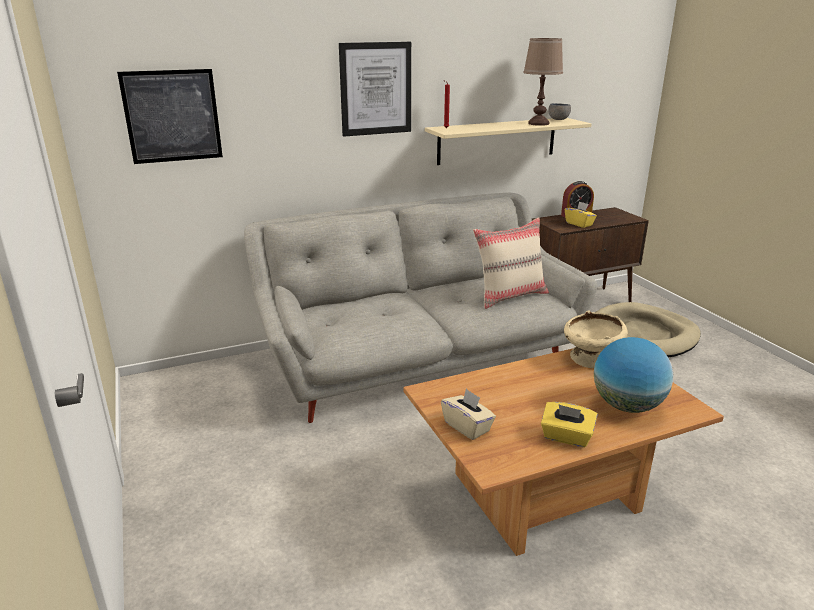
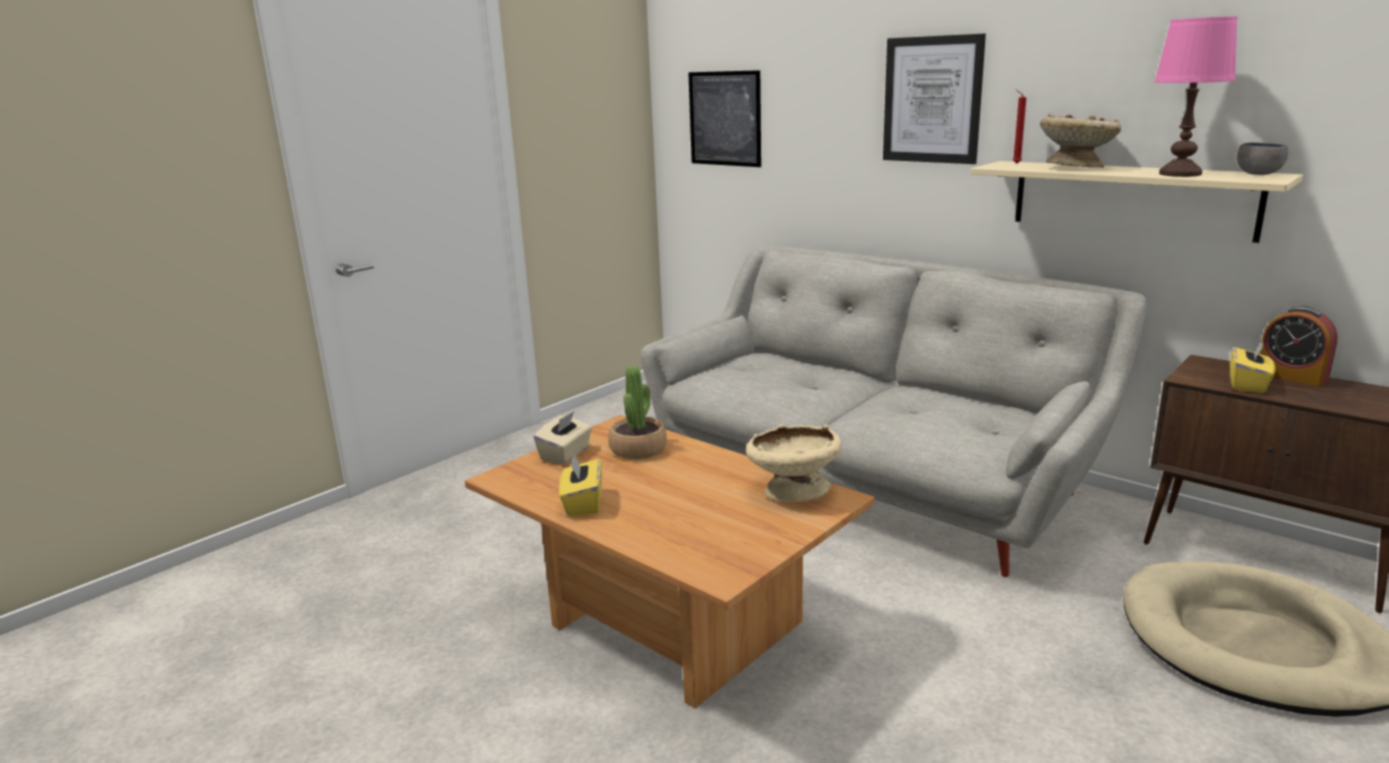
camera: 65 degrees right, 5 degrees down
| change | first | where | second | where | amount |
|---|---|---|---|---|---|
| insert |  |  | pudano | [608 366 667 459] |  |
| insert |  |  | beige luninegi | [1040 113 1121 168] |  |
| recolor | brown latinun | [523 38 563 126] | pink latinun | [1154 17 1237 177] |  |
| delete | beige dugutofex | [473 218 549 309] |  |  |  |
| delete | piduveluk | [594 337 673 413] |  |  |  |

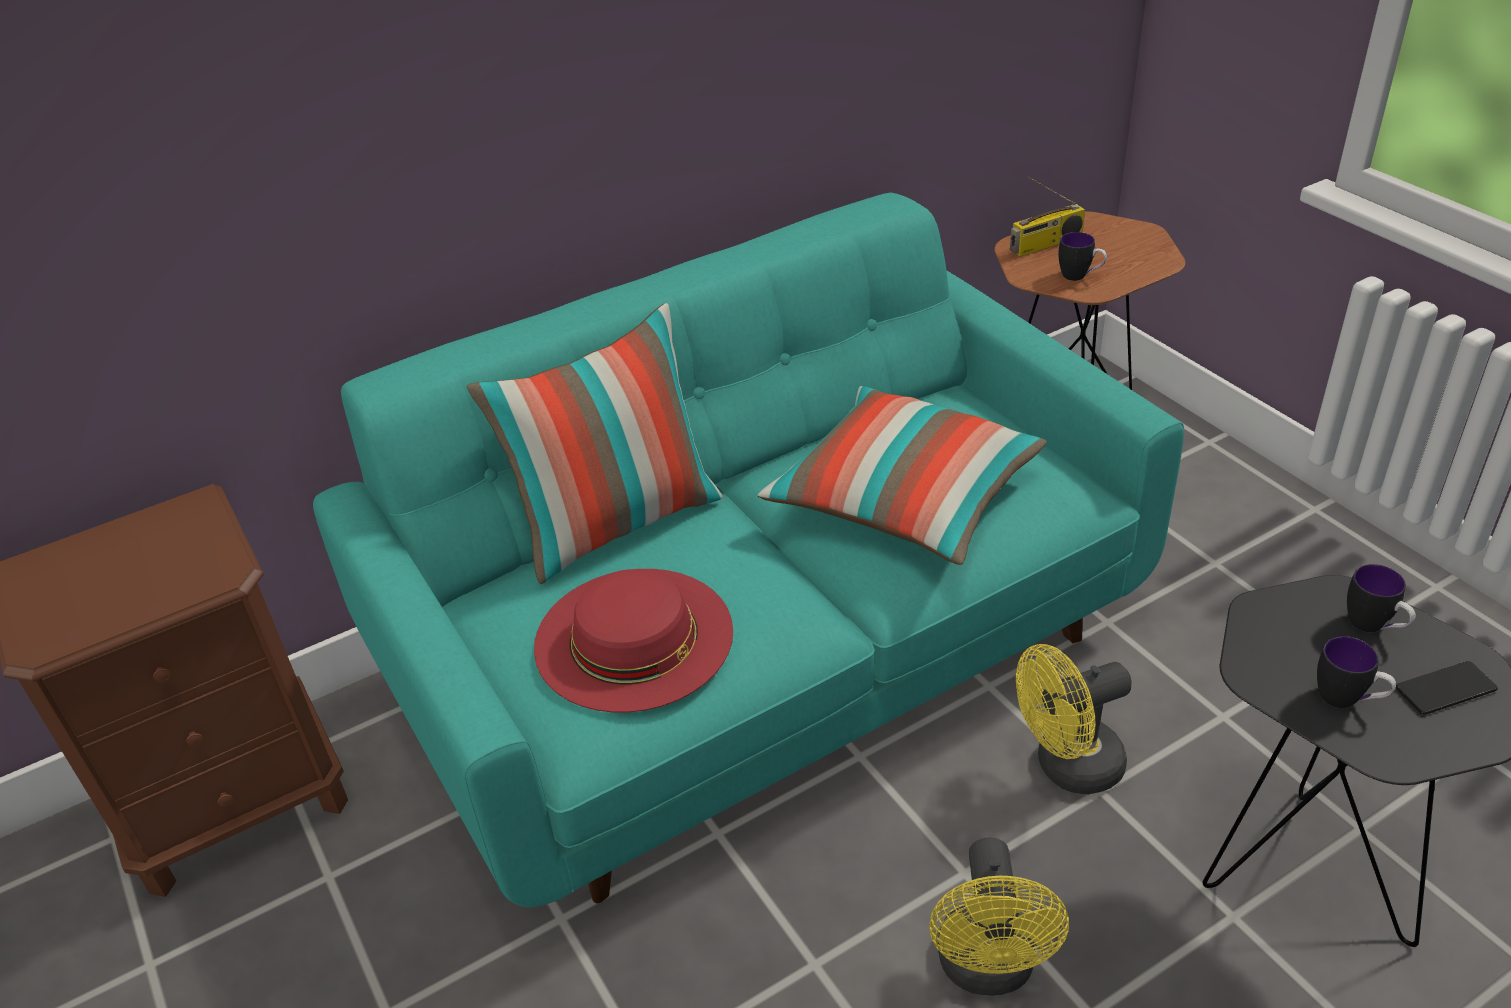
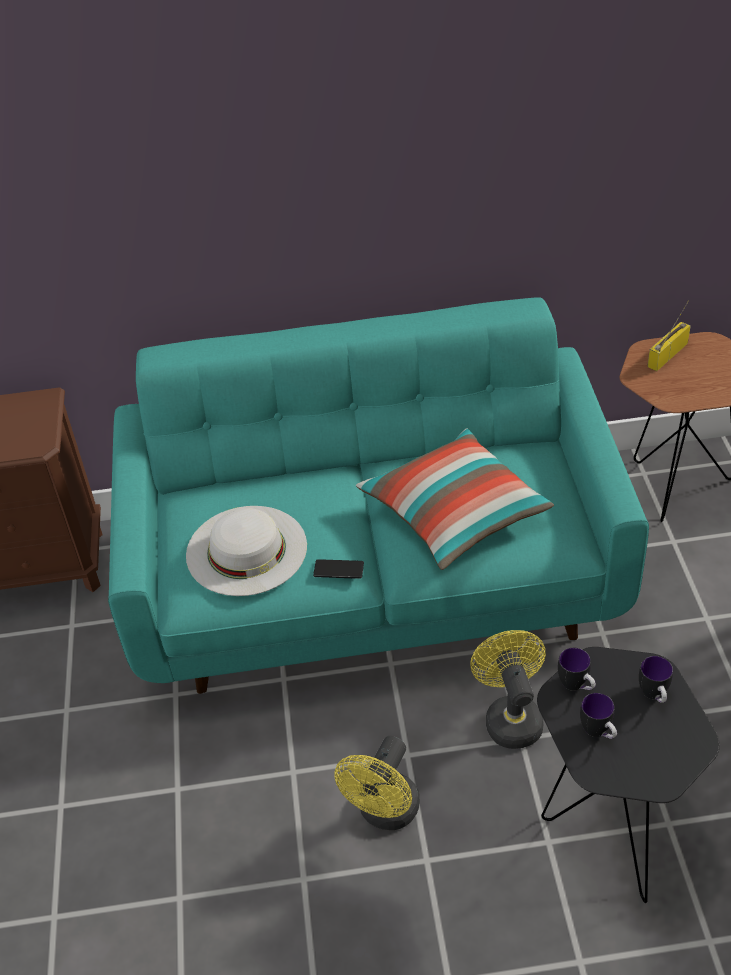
camera: 25 degrees right, 5 degrees up
| change | first | where | second | where | amount |
|---|---|---|---|---|---|
| recolor | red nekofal | [534 569 733 713] | white nekofal | [186 506 307 596] |  |
| move | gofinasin | [1396 661 1498 715] |  | [313 559 364 579] |  |
| rotate | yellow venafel | [1016 644 1132 794] |  | [470 630 546 749] | 75 degrees clockwise |
| move | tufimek | [1059 232 1107 281] |  | [558 648 596 691] |  |
| rotate | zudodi | [1010 176 1085 257] |  | [647 300 690 371] | 135 degrees clockwise |
| delete | dugutofex | [467 303 723 584] |  |  |  |

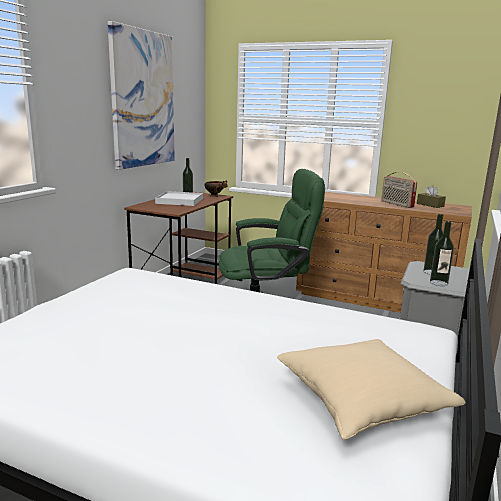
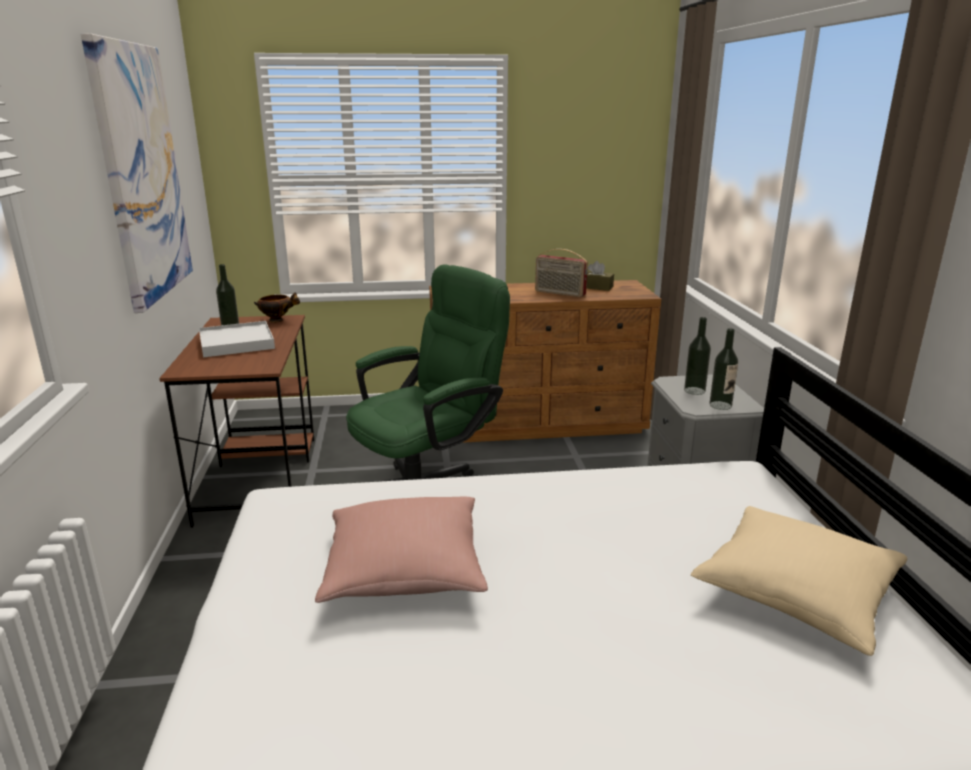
camera: 30 degrees left, 5 degrees up
| change | first | where | second | where | amount |
|---|---|---|---|---|---|
| insert |  |  | pink dugutofex | [315 497 488 603] |  |

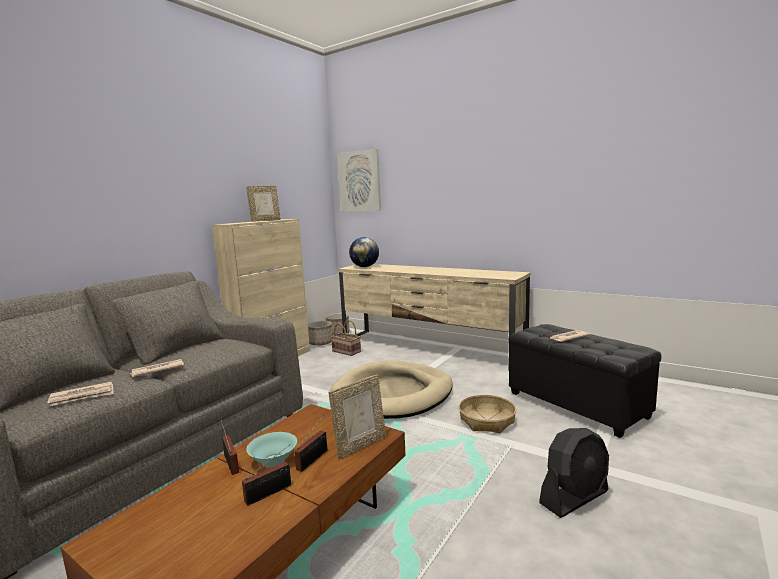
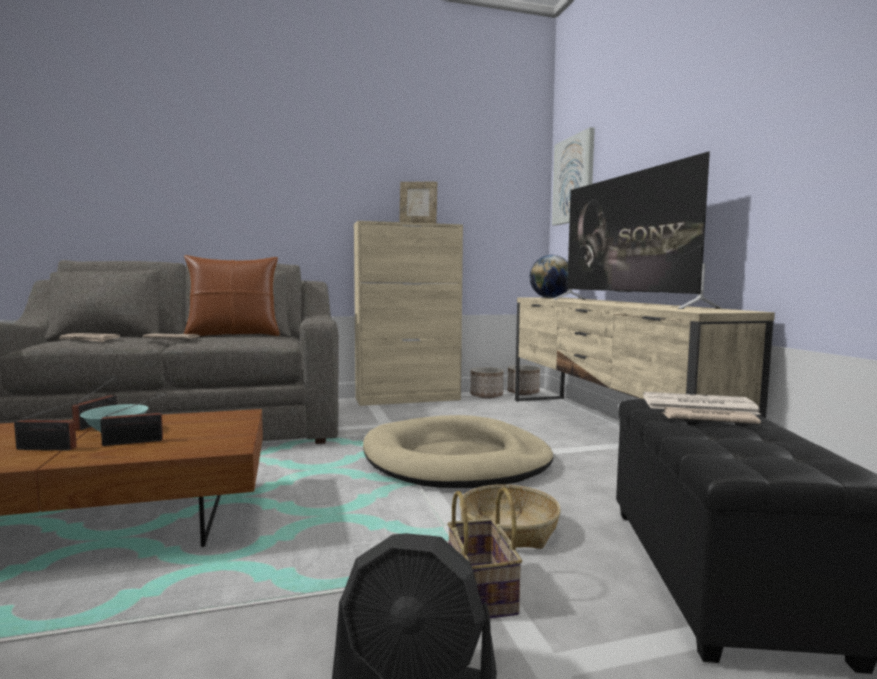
camera: 40 degrees right, 5 degrees down
| change | first | where | second | where | amount |
|---|---|---|---|---|---|
| insert |  |  | brown dugutofex | [184 255 280 336] |  |
| move | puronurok | [331 320 361 356] |  | [447 487 522 618] |  |
| insert |  |  | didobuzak | [554 151 722 309] |  |
| insert |  |  | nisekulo | [643 392 761 415] |  |
| delete | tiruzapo | [329 375 386 459] |  |  |  |

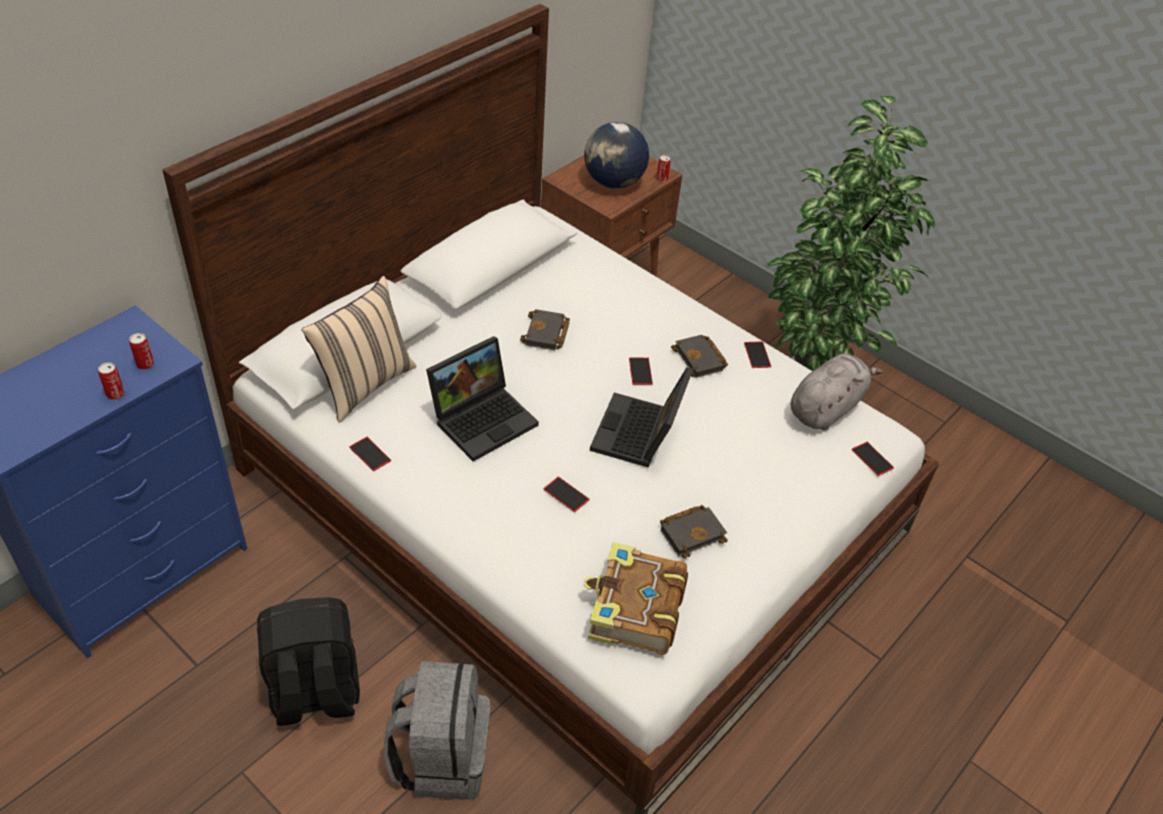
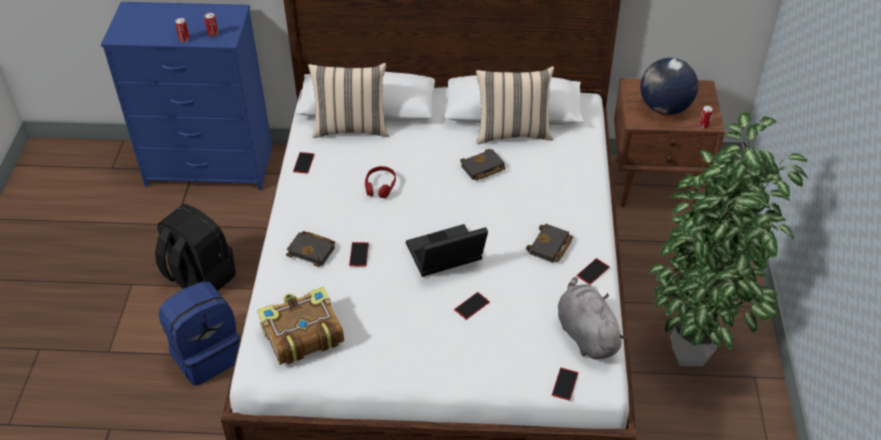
camera: 55 degrees right, 0 degrees up
| change | first | where | second | where | amount |
|---|---|---|---|---|---|
| recolor | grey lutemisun | [383 661 490 800] | blue lutemisun | [159 282 240 386] |  |
| move | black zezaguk | [660 505 728 558] |  | [286 231 335 267] |  |
| replace | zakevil | [426 336 539 462] | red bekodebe | [364 166 396 198] |  |
| move | gofinasin | [629 358 653 385] |  | [454 292 490 320] |  |
| insert |  |  | beige dugutofex | [476 66 554 144] |  |
| rotate | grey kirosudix | [791 353 883 430] |  | [558 277 628 360] | 120 degrees counterclockwise |

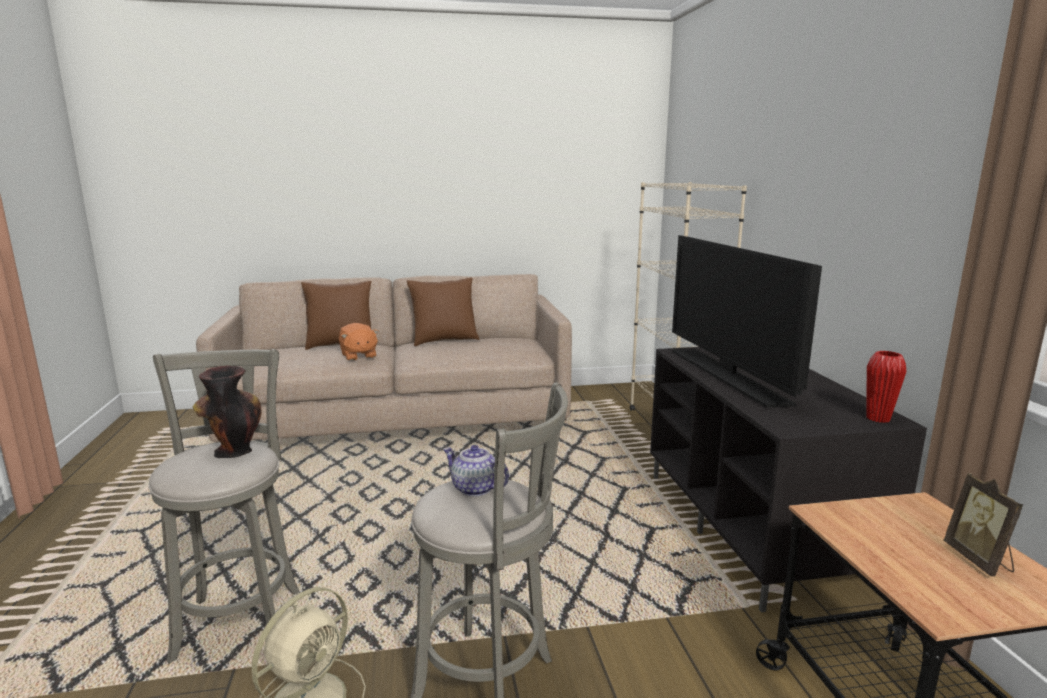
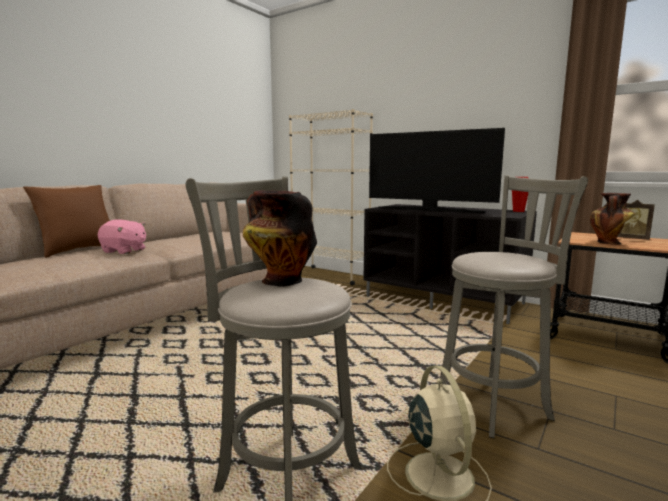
camera: 45 degrees left, 5 degrees down
| change | first | where | second | where | amount |
|---|---|---|---|---|---|
| recolor | orange kirosudix | [339 323 379 361] | pink kirosudix | [98 219 146 254] |  |
| insert |  |  | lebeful | [590 193 636 245] |  |
| delete | brown dugutofex | [407 278 479 346] |  |  |  |
| delete | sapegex | [443 445 509 497] |  |  |  |

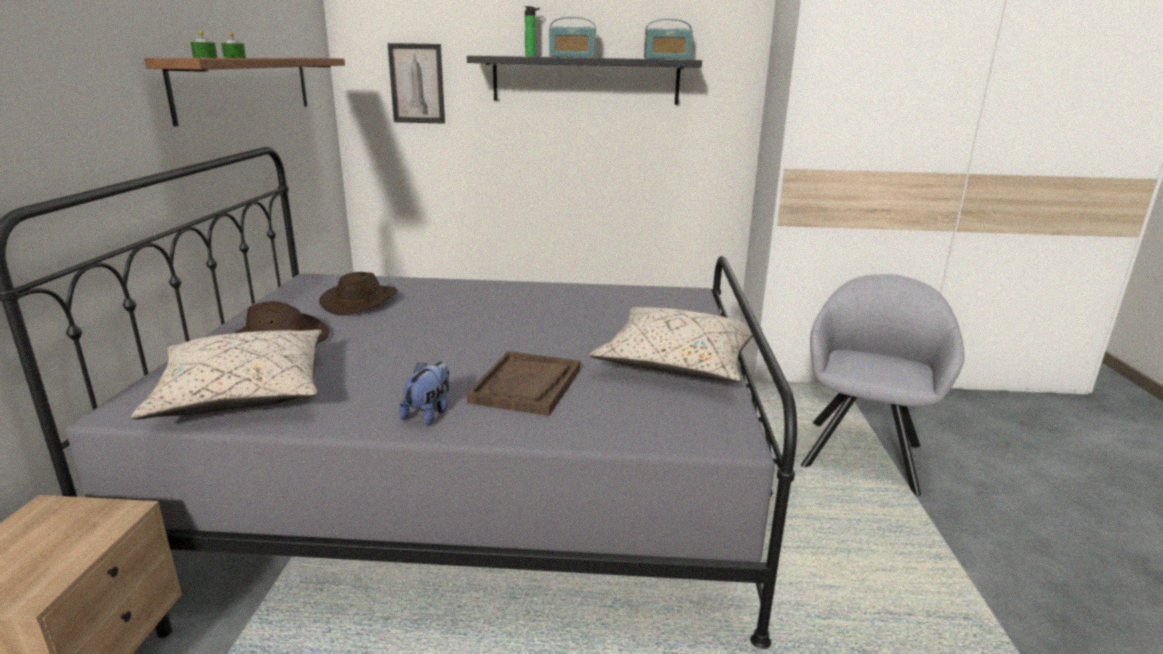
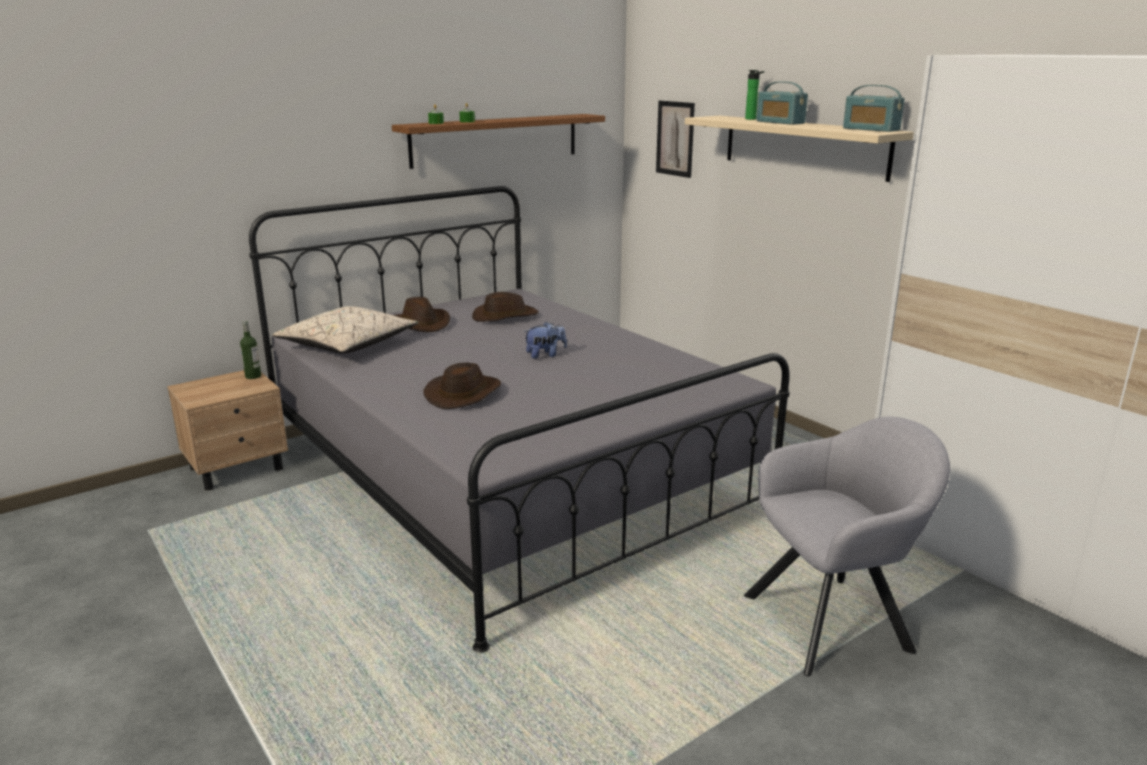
camera: 50 degrees right, 0 degrees up
| change | first | where | second | where | amount |
|---|---|---|---|---|---|
| insert |  |  | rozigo | [240 320 261 379] |  |
| replace | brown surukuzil | [466 351 581 416] | brown nekofal | [423 362 501 409] |  |
| move | kirosudix | [399 362 449 426] |  | [523 321 567 359] |  |
| recolor | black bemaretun | [467 56 702 105] | beige bemaretun | [685 116 914 182] |  |
| delete | beige dugutofex | [589 307 762 382] |  |  |  |

